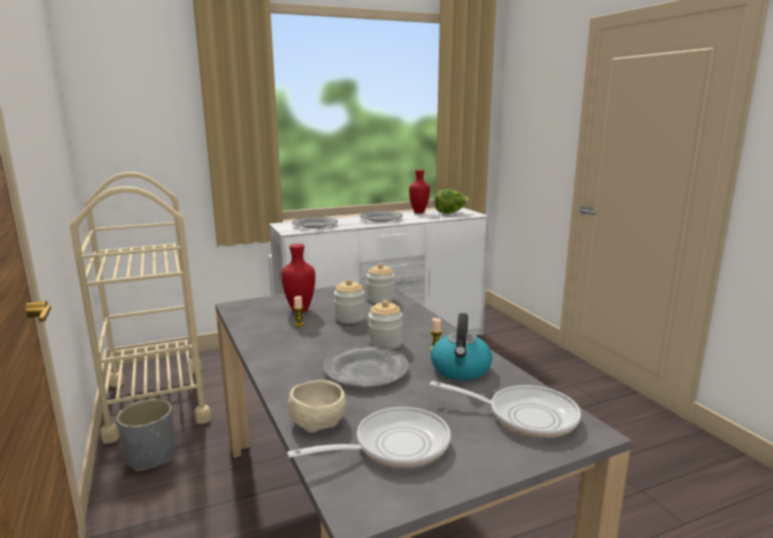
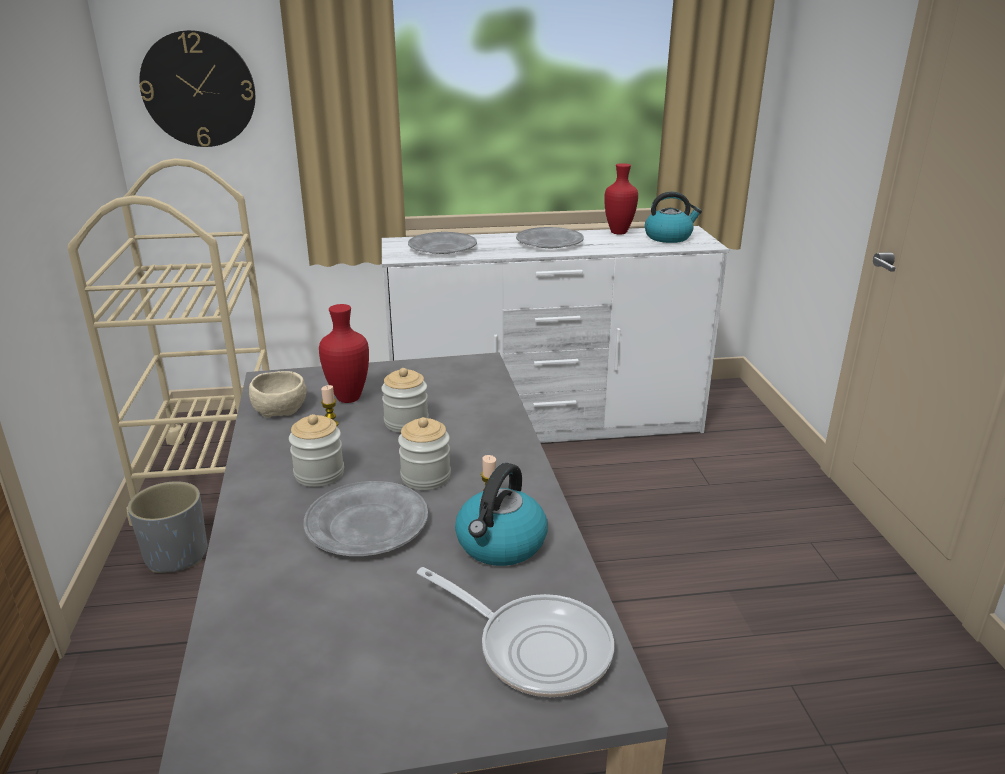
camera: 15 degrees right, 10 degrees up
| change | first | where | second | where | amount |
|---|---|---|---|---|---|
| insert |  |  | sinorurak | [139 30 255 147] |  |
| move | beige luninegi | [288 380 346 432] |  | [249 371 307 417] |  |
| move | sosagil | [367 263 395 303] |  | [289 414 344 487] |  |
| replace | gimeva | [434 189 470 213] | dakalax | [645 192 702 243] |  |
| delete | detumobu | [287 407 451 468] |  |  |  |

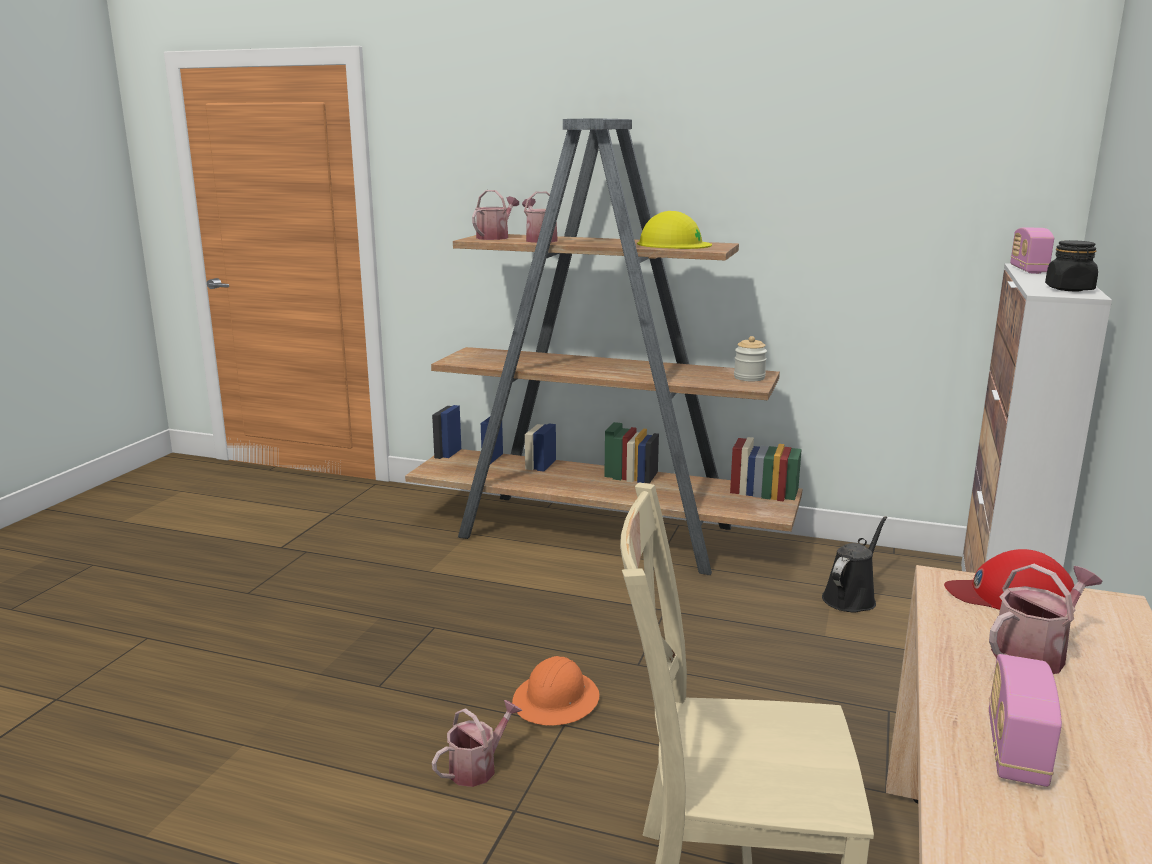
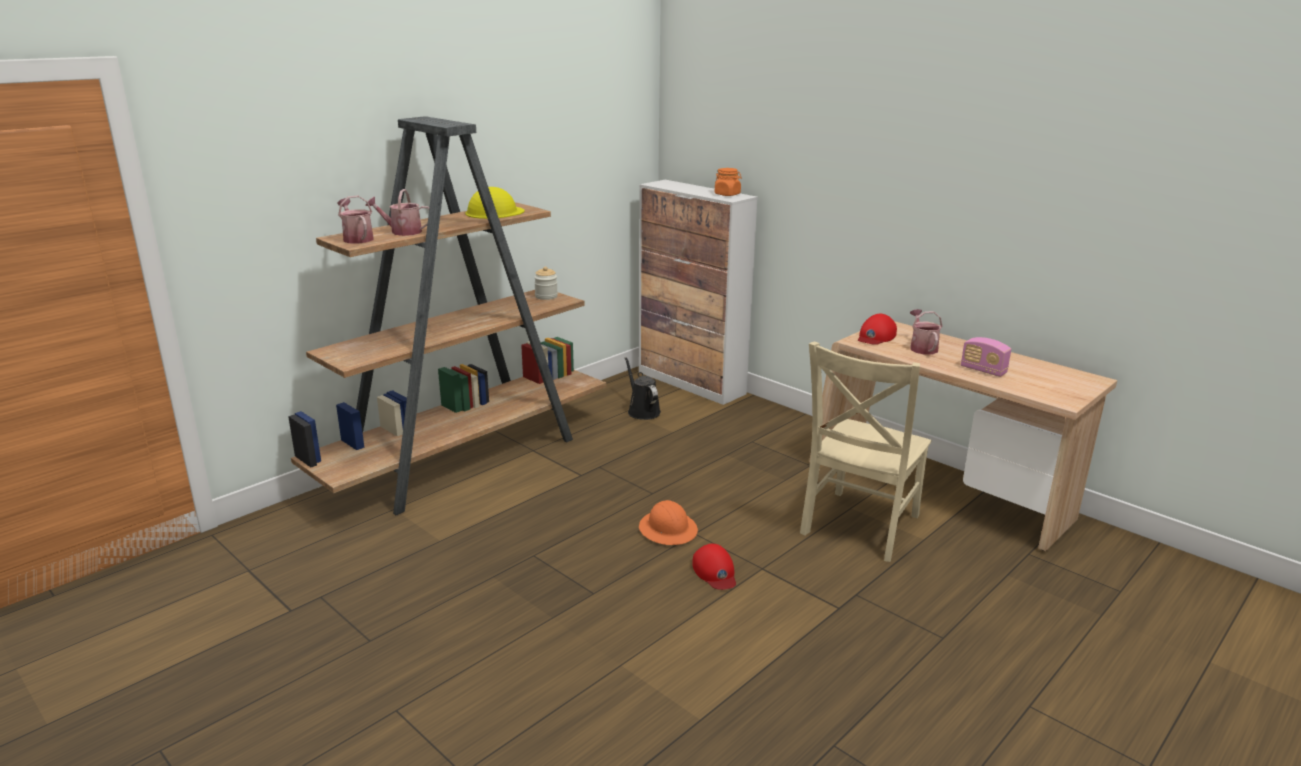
camera: 65 degrees left, 5 degrees up
| change | first | where | second | where | amount |
|---|---|---|---|---|---|
| replace | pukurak | [432 700 522 787] | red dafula | [692 544 736 590] |  |
| recolor | black sosagil | [1045 240 1098 291] | orange sosagil | [715 168 742 196] |  |
| delete | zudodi | [1010 227 1054 274] |  |  |  |

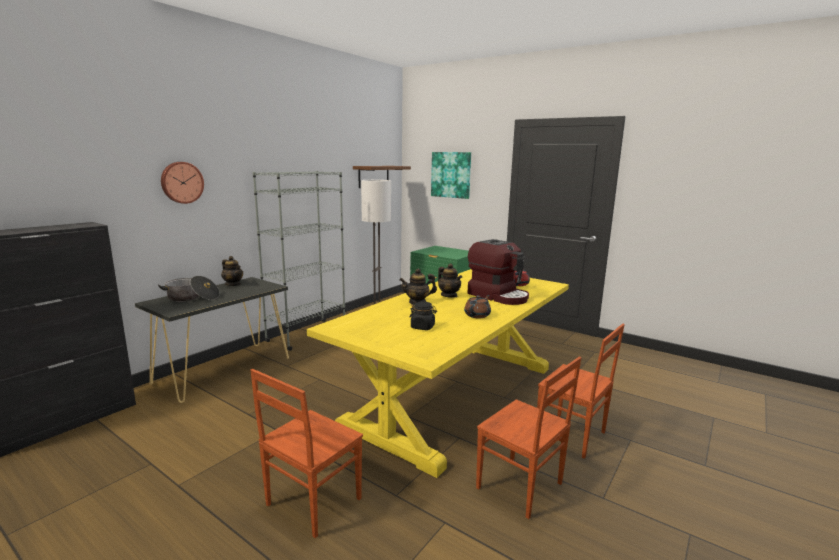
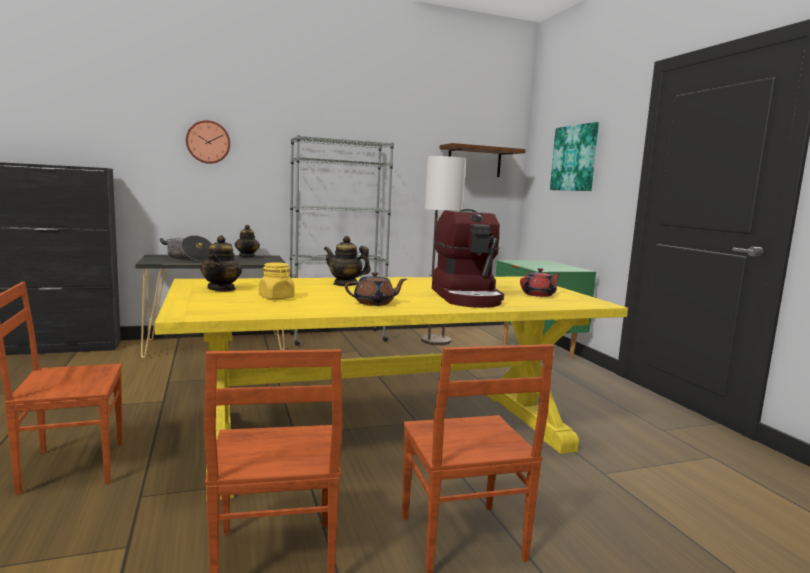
camera: 35 degrees right, 5 degrees down
| change | first | where | second | where | amount |
|---|---|---|---|---|---|
| move | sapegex | [438 263 462 298] |  | [200 235 242 291] |  |
| recolor | black sosagil | [410 302 437 330] | yellow sosagil | [259 262 295 300] |  |

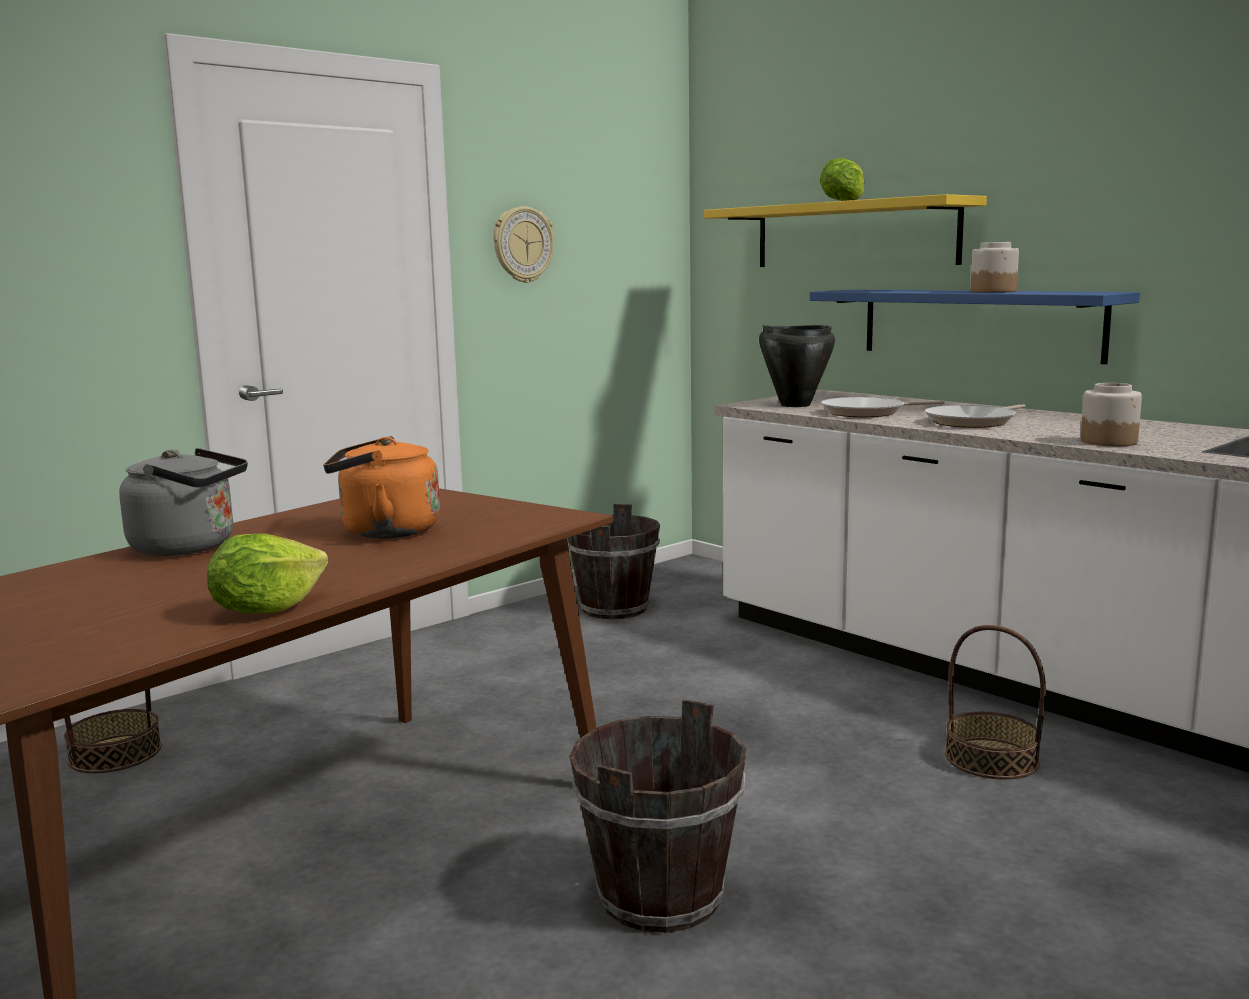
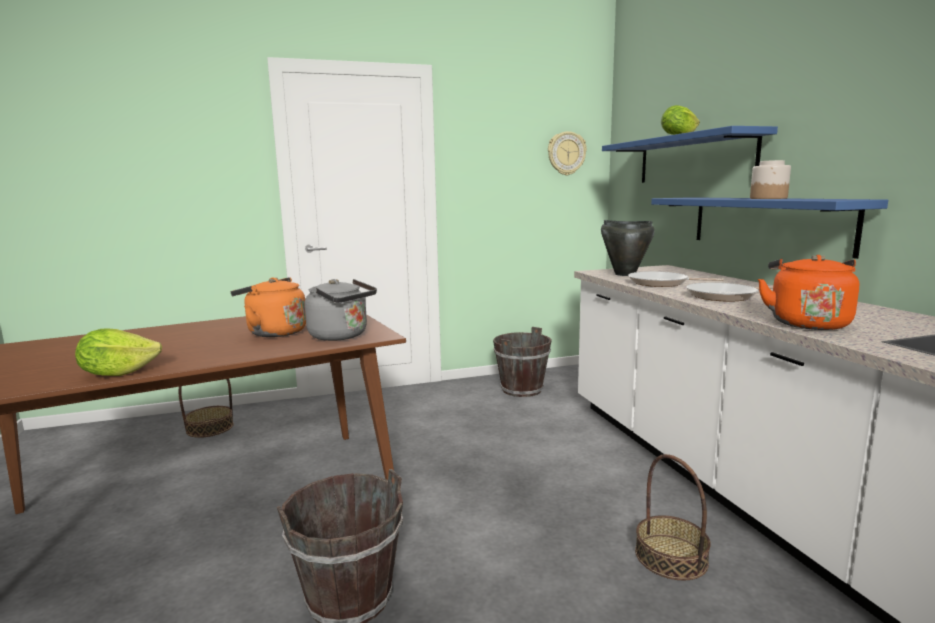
camera: 25 degrees right, 0 degrees up
| change | first | where | second | where | amount |
|---|---|---|---|---|---|
| move | grey dakalax | [119 448 248 556] |  | [305 279 377 341] |  |
| move | sinorurak | [493 206 555 283] |  | [548 131 587 175] |  |
| recolor | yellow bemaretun | [704 194 987 267] | blue bemaretun | [602 126 778 183] |  |
| replace | sosagil | [1081 383 1142 446] | orange dakalax | [758 255 859 330] |  |

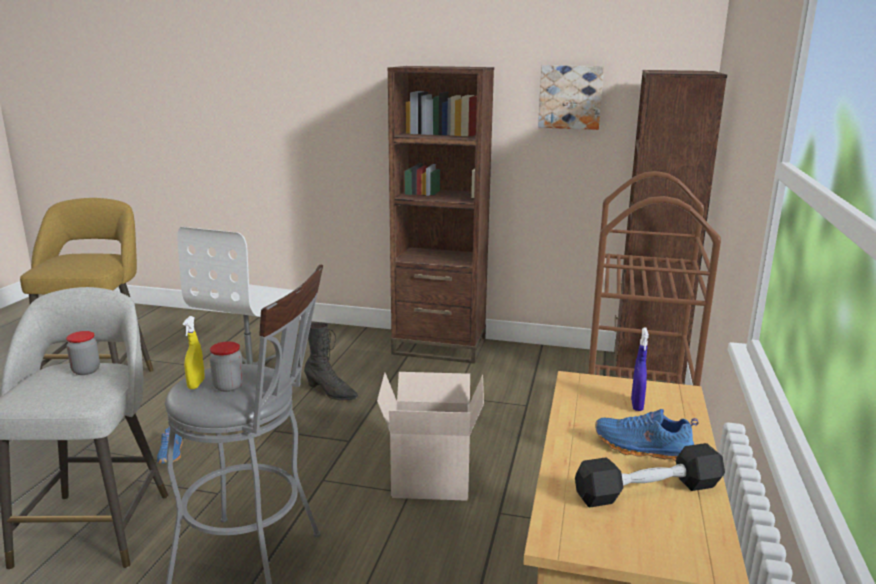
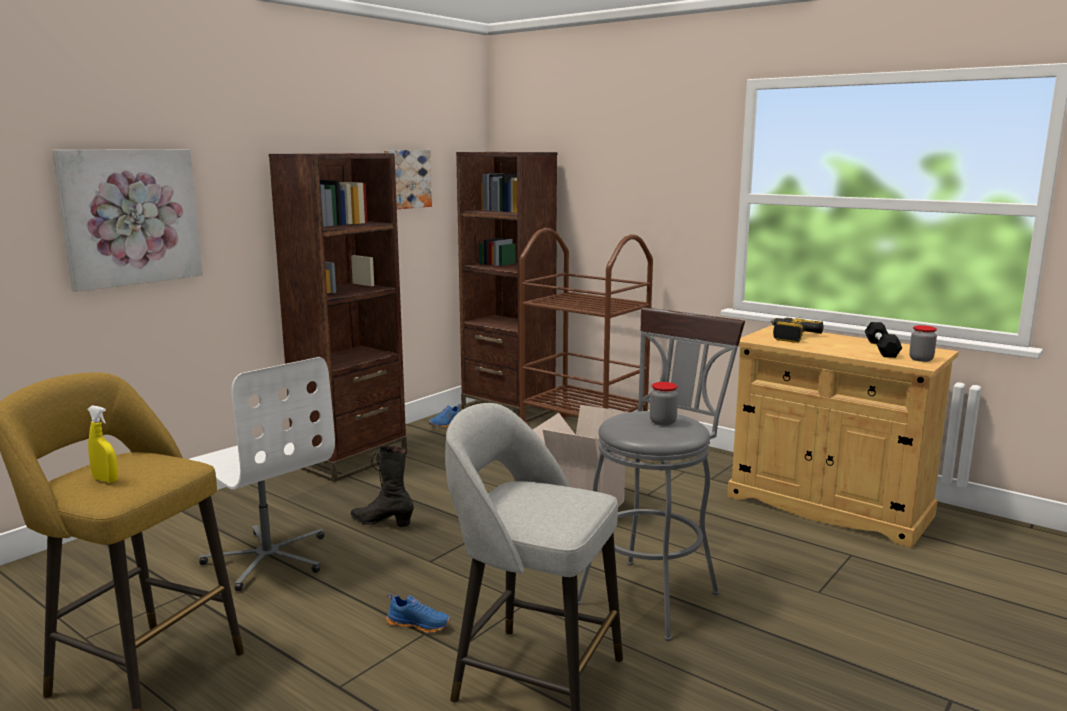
camera: 65 degrees left, 5 degrees down
| change | first | where | second | where | amount |
|---|---|---|---|---|---|
| insert |  |  | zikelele | [52 149 203 292] |  |
| move | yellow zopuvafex | [183 316 204 389] |  | [88 406 118 483] |  |
| rotate | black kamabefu | [304 322 358 400] |  | [351 446 414 527] | 120 degrees counterclockwise |
| move | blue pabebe | [595 409 699 461] |  | [428 404 461 428] |  |
| replace | blue zopuvafex | [631 327 649 411] | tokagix | [770 318 824 343] |  |
| move | sosagil | [66 331 100 375] |  | [909 325 937 362] |  |

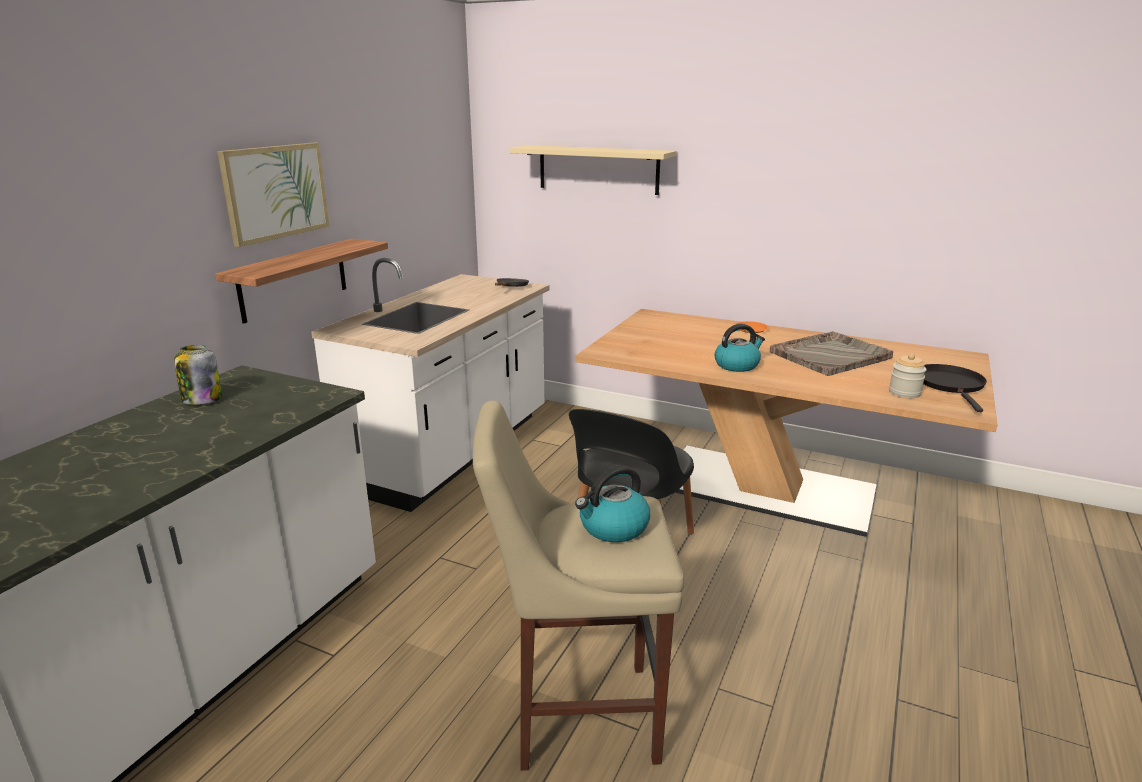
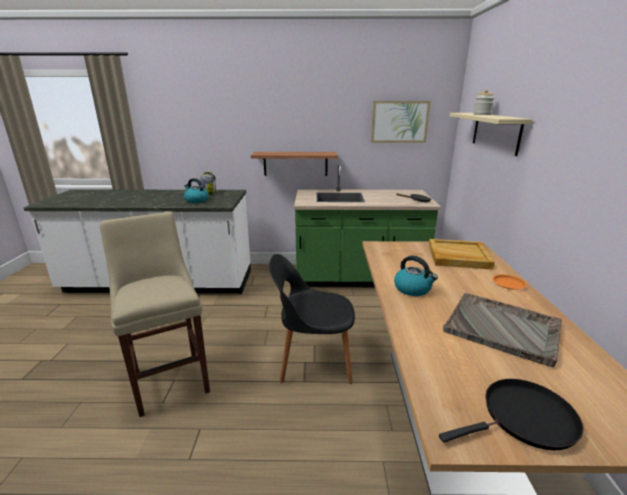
camera: 65 degrees right, 0 degrees up
| change | first | where | second | where | amount |
|---|---|---|---|---|---|
| move | dakalax | [575 465 650 542] |  | [184 178 209 203] |  |
| recolor | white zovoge | [311 258 549 512] | green zovoge | [294 164 441 287] |  |
| move | zikelele | [217 143 330 247] |  | [371 101 431 143] |  |
| insert |  |  | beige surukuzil | [429 239 495 270] |  |
| move | sosagil | [889 354 927 398] |  | [473 89 494 115] |  |

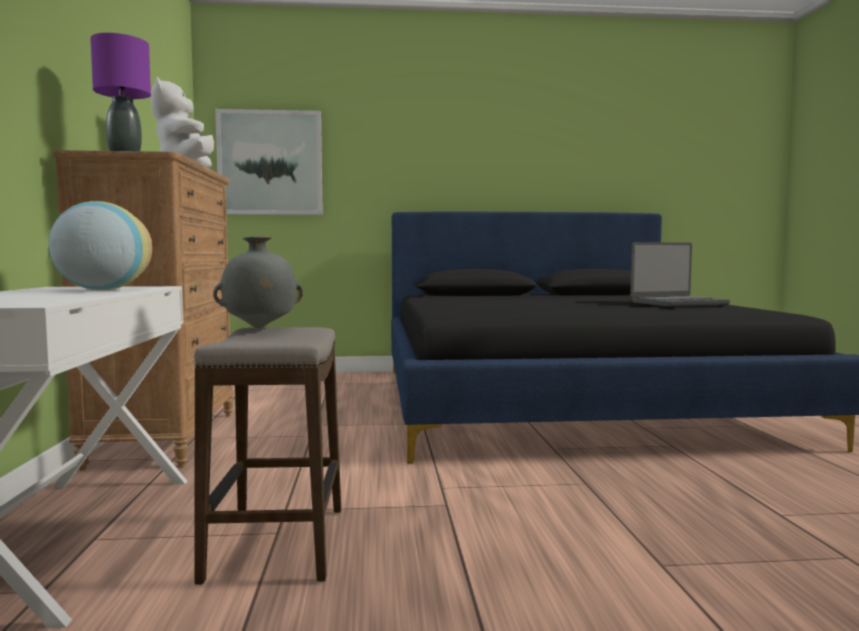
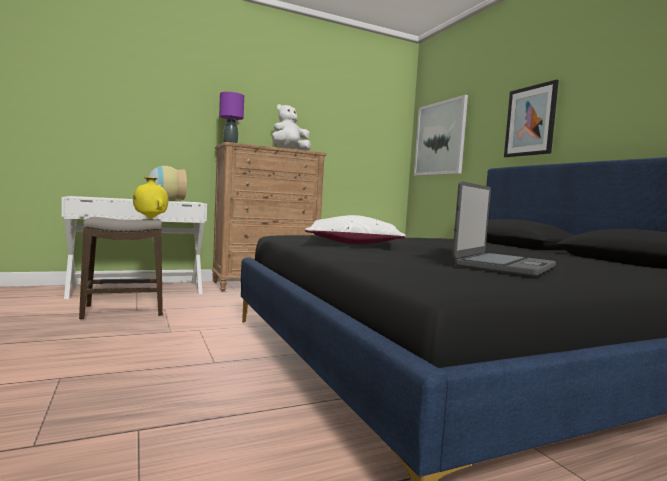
camera: 70 degrees right, 0 degrees up
| change | first | where | second | where | amount |
|---|---|---|---|---|---|
| recolor | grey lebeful | [213 236 303 328] | yellow lebeful | [133 177 168 219] |  |
| insert |  |  | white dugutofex | [305 215 405 244] |  |
| rotate | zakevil | [630 242 730 306] |  | [452 181 556 276] | 105 degrees counterclockwise |
| insert |  |  | zikelele | [504 79 559 157] |  |

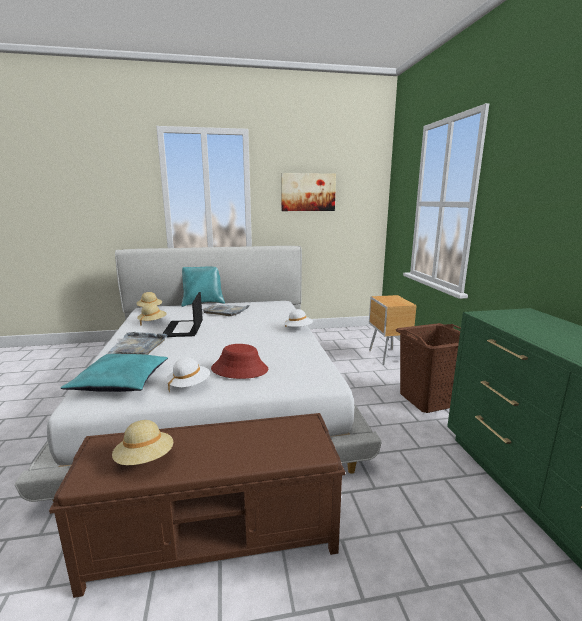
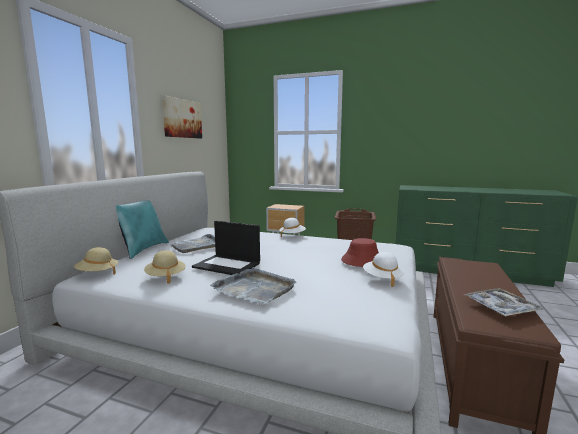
camera: 60 degrees left, 5 degrees down
| change | first | where | second | where | amount |
|---|---|---|---|---|---|
| replace | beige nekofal | [112 420 173 465] | surukuzil | [464 288 544 317] |  |
| delete | turquoise dugutofex | [60 354 168 392] |  |  |  |

